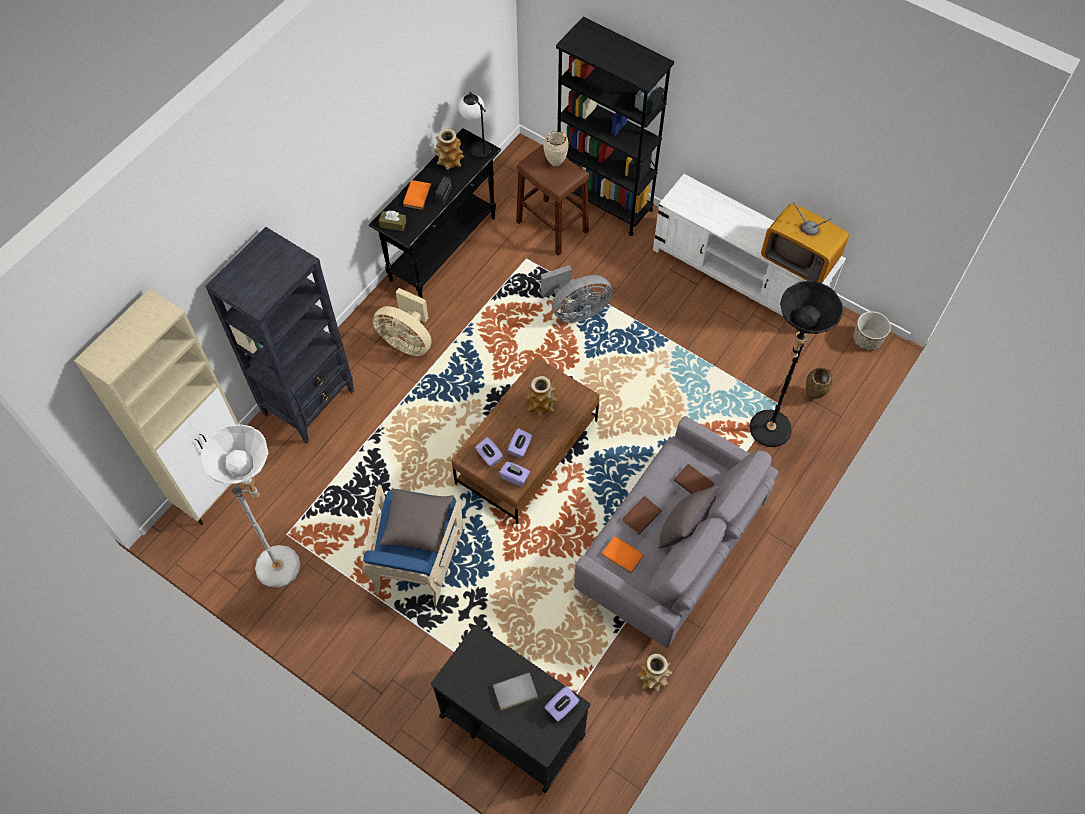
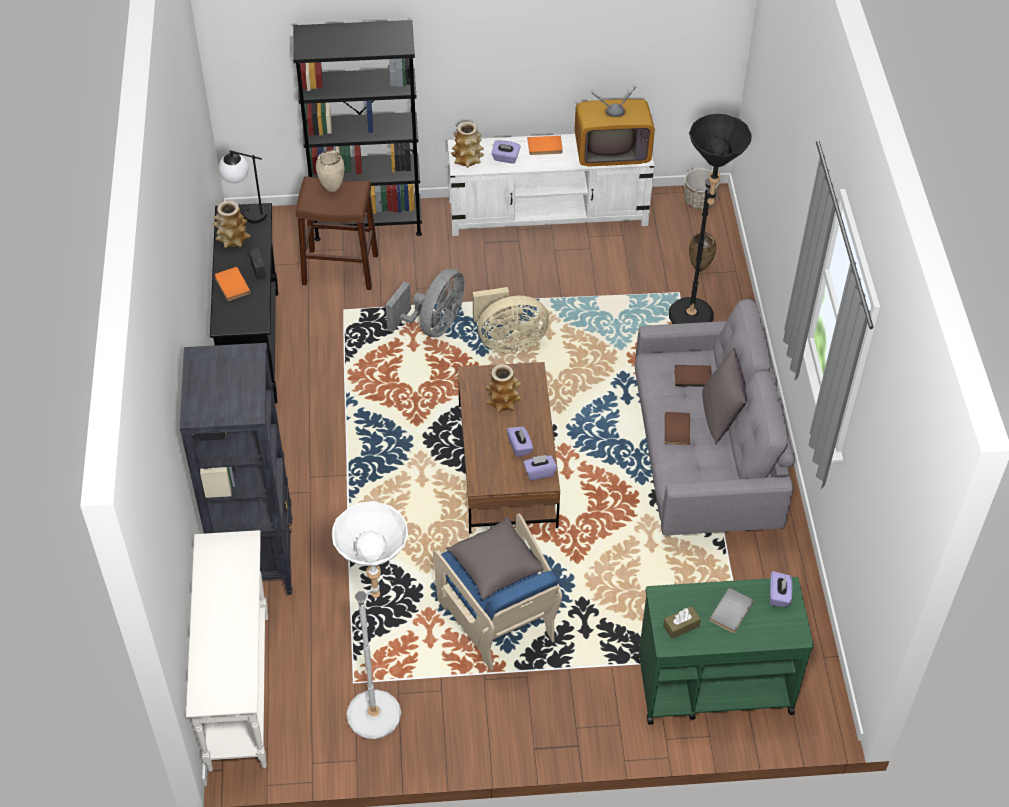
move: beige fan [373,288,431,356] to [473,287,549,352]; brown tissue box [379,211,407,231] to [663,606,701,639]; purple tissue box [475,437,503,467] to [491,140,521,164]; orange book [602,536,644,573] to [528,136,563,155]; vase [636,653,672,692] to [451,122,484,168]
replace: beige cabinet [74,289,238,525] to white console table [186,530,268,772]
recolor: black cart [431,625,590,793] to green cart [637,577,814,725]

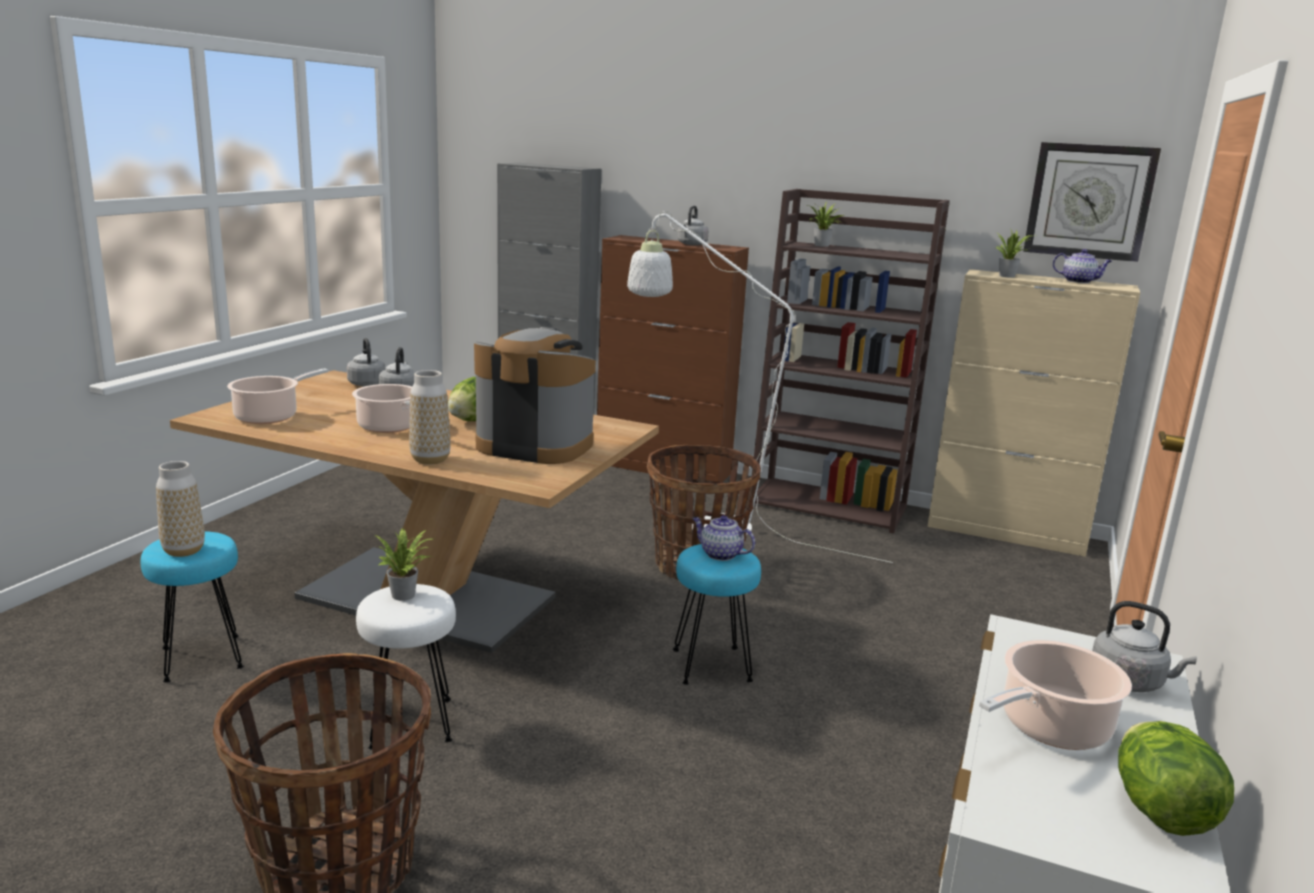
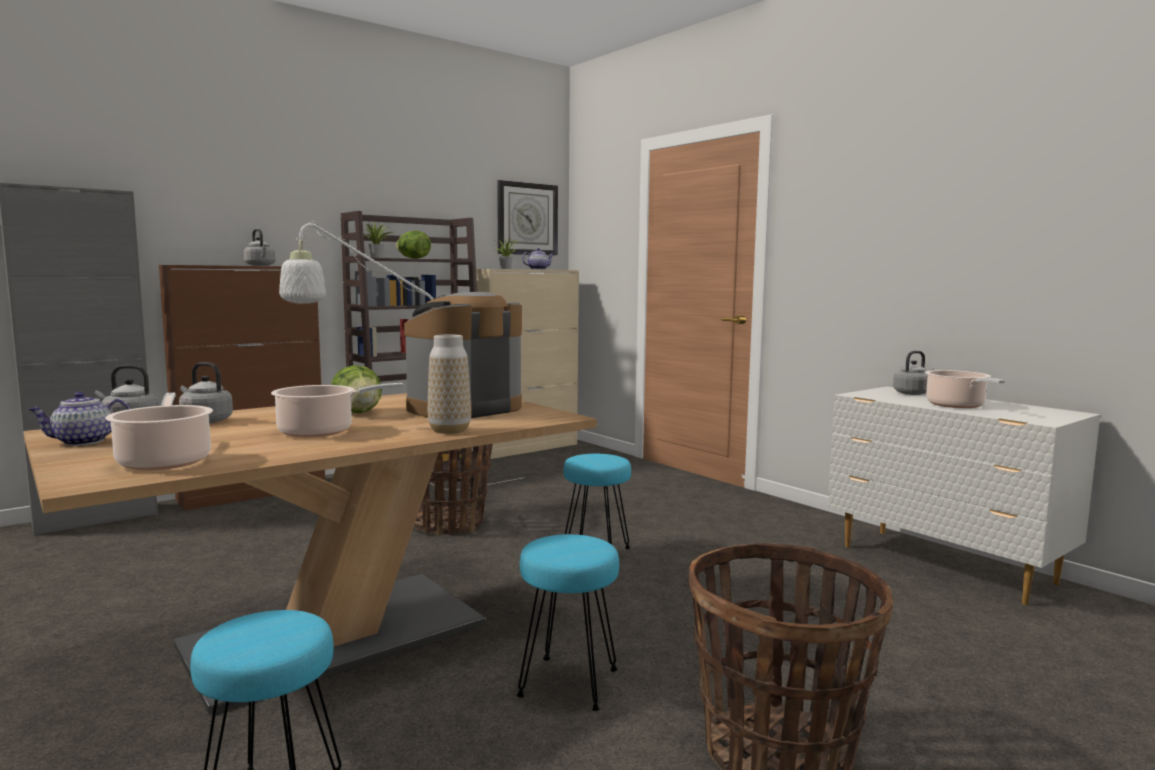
delete: vase [156,461,205,557]; potted plant [375,529,432,601]
move: teapot [692,515,755,561] to [28,392,130,446]; lettuce [1118,721,1234,836] to [396,231,431,259]
recolor: white stool [356,584,456,750] to turquoise stool [517,534,619,711]

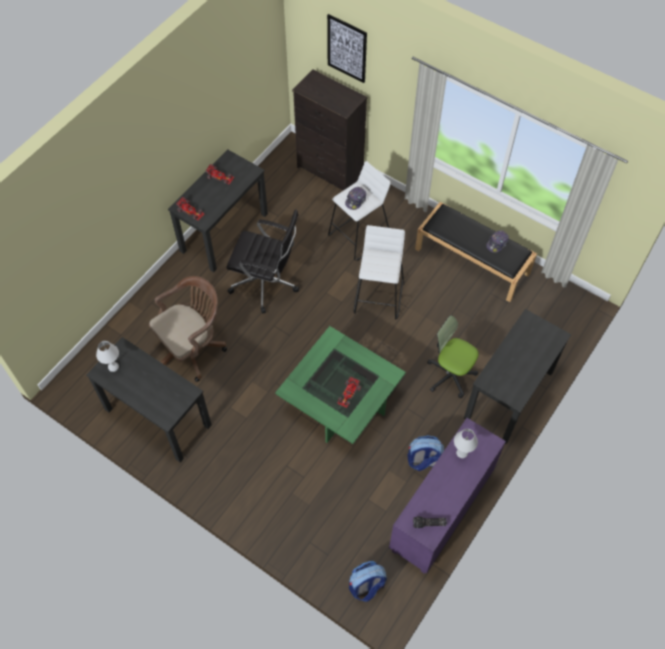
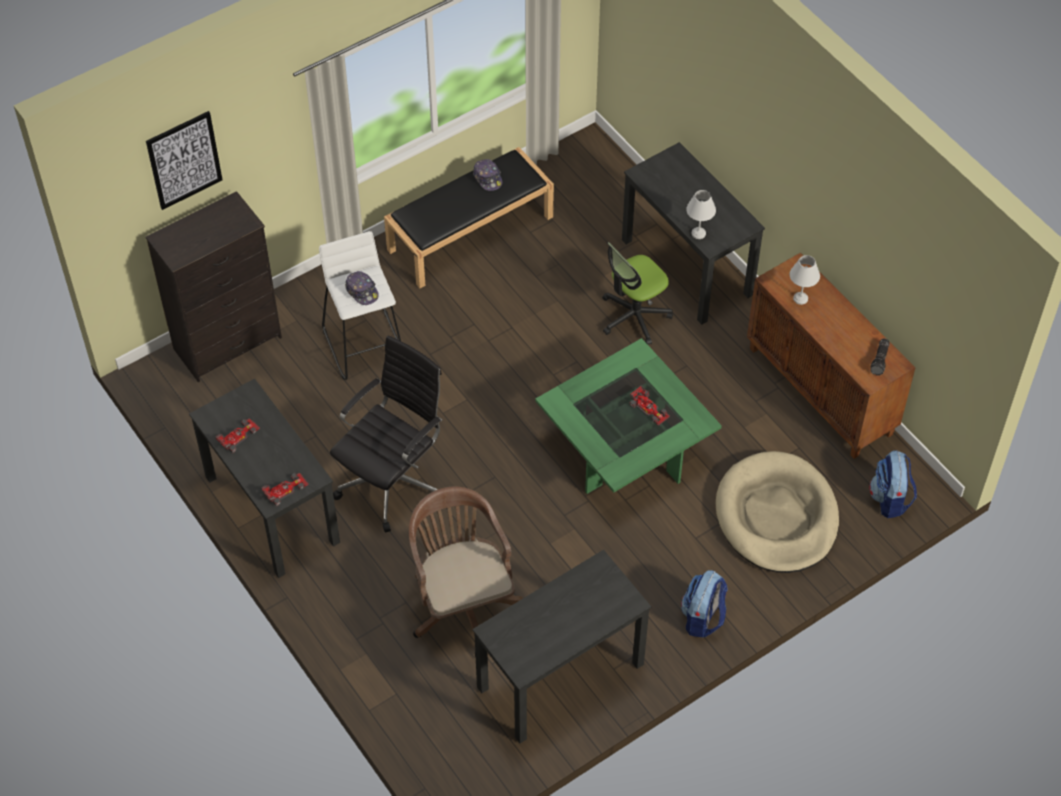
delete: white stool [353,225,405,319]
insert: beige dog bed [716,451,839,573]
move: white table lamp [96,341,119,372] to [686,190,716,239]; backpack [408,435,444,471] to [681,570,728,637]
recolor: purple cabinet [389,418,506,574] to brown cabinet [747,253,916,459]

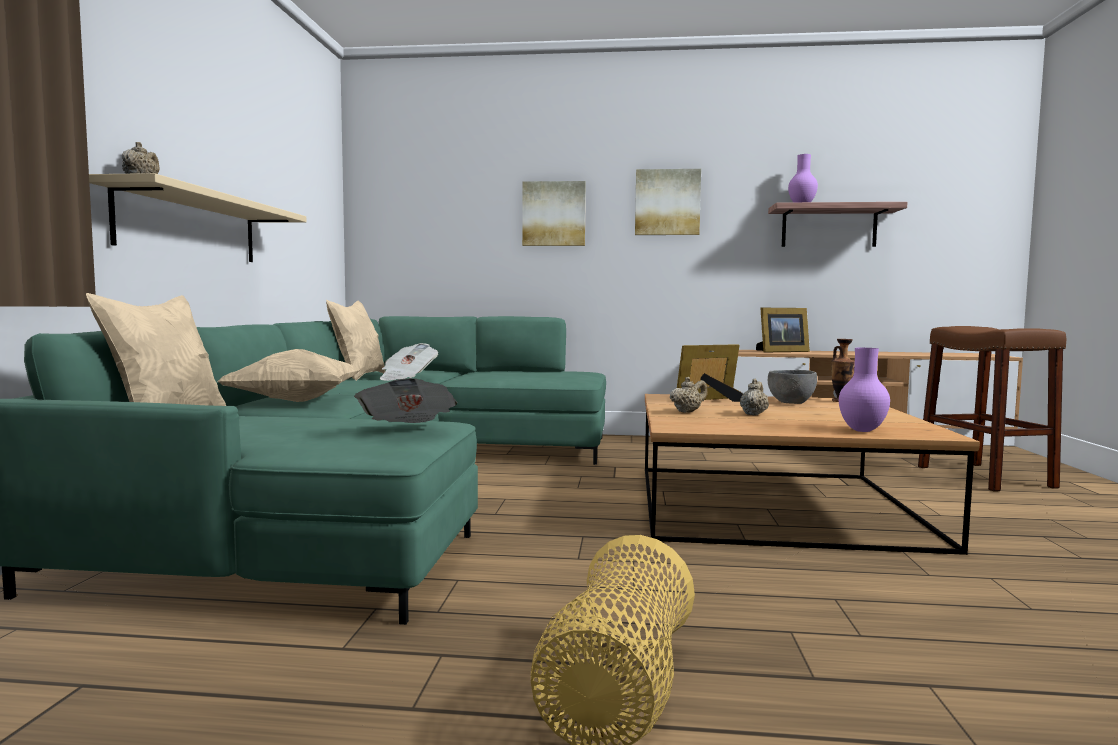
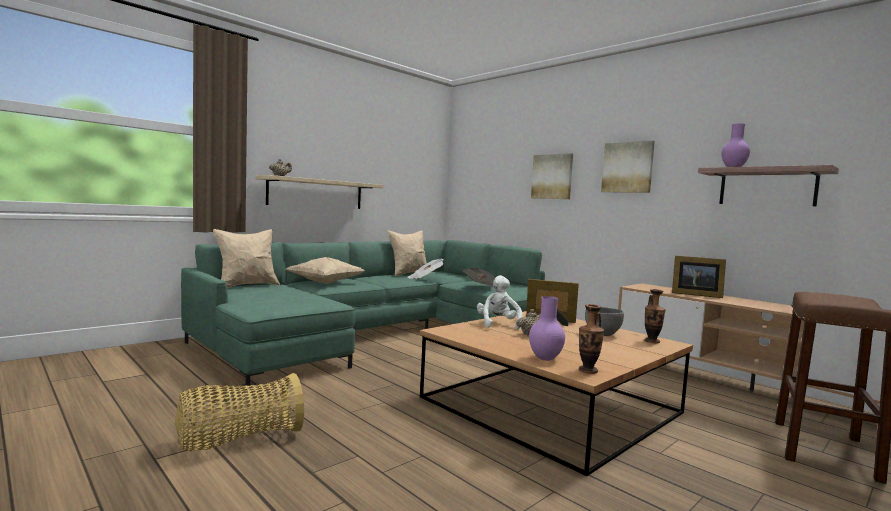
insert: vase [579,304,604,374]
move: newspaper [354,378,457,423] to [463,267,495,286]
replace: beige teapot [670,377,708,413] to white plush toy [477,275,522,330]

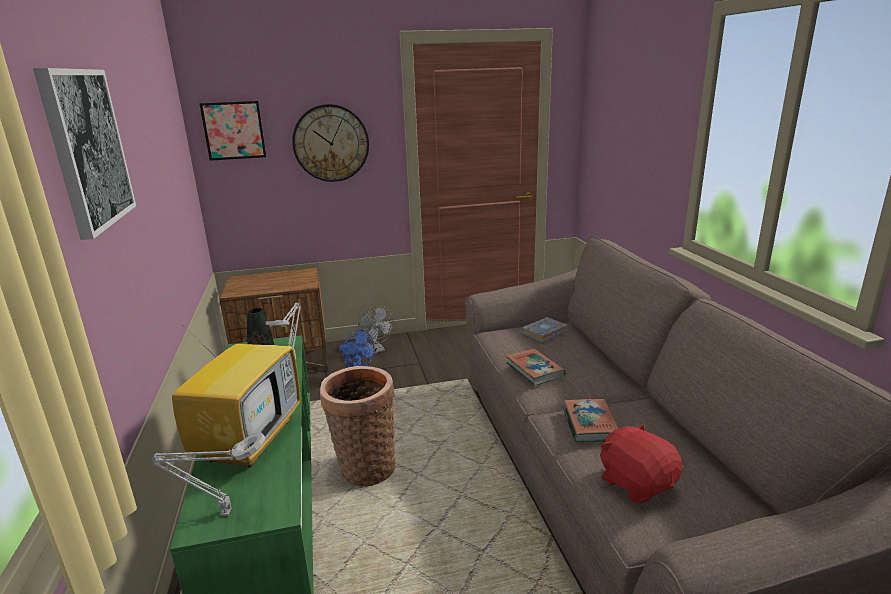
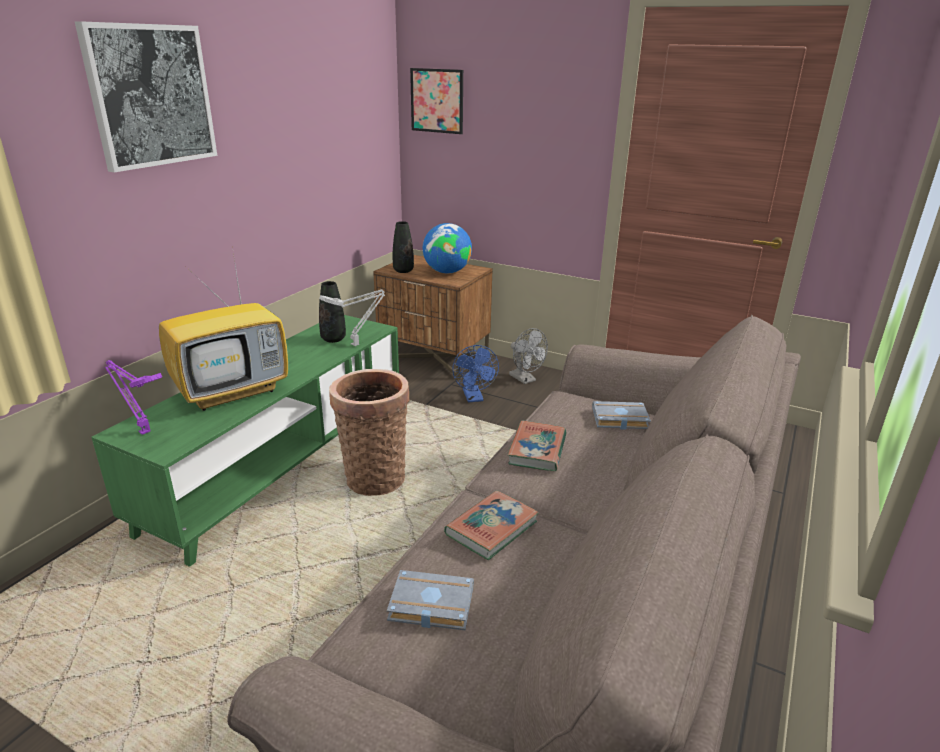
delete: wall clock [292,104,369,182]
insert: black vase [393,221,414,273]; globe [423,223,472,274]
replace: red plush toy [600,423,683,503] to grey book [387,570,474,630]
recolor: grey table lamp [151,432,265,516] to purple table lamp [105,360,162,435]
rotate: grey fan [358,306,394,354] = [509,328,548,384] 45 degrees counterclockwise

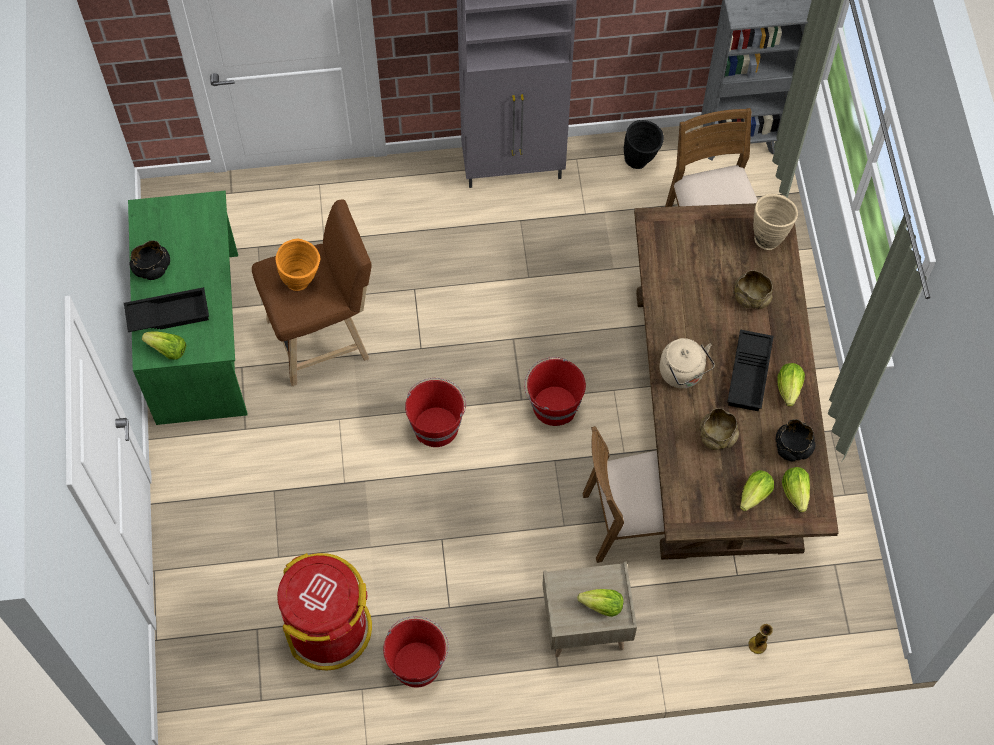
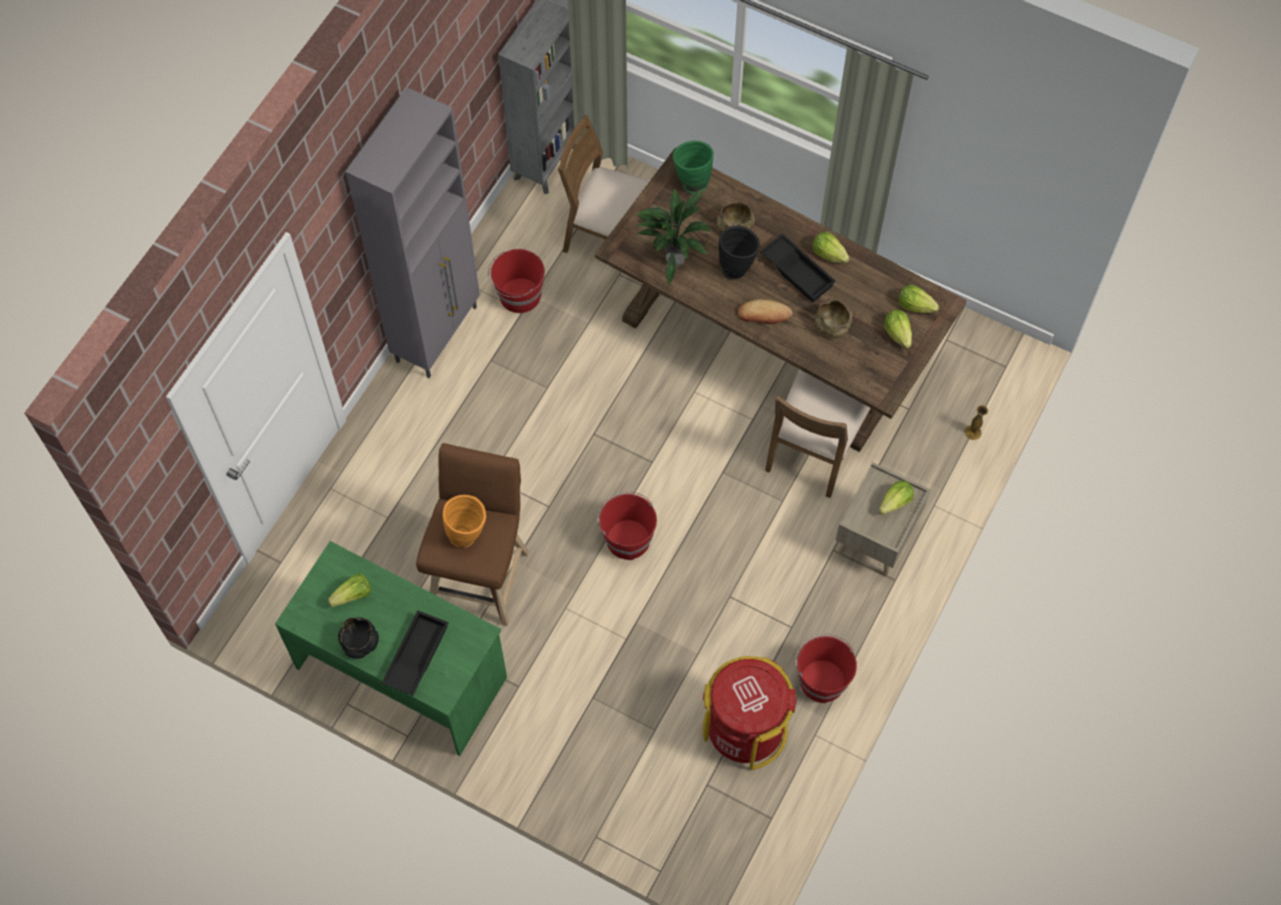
delete: black bowl [776,419,816,461]
insert: potted plant [636,188,711,285]
move: lettuce [142,331,186,360] to [328,573,371,608]; red bucket [524,357,586,426] to [488,249,545,313]; black vase [624,120,664,169] to [719,226,760,280]
replace: beige kettle [659,338,715,389] to bread [738,299,792,324]
recolor: beige vase [753,194,798,250] to green vase [673,141,714,194]

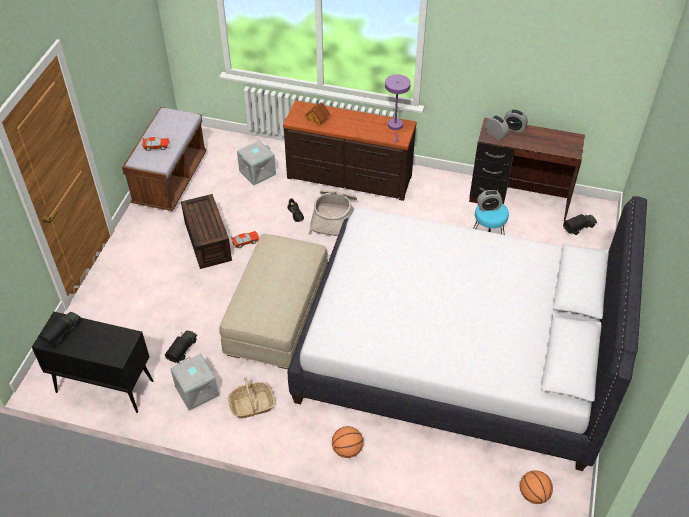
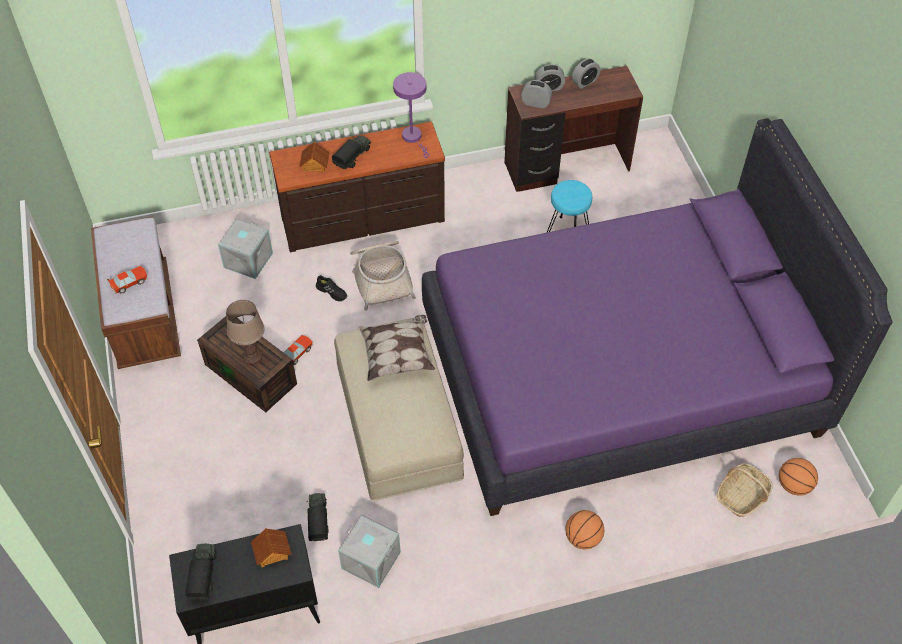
insert: brown table lamp [226,300,265,365]; toy house [251,528,292,567]; pillow [358,315,435,381]
move: basket [228,377,275,419] to [717,463,773,517]; alarm clock [477,190,502,211] to [572,58,600,89]; toy truck [563,213,597,235] to [332,135,371,169]
recolor: white bed [288,196,647,471] to purple bed [422,118,892,516]

